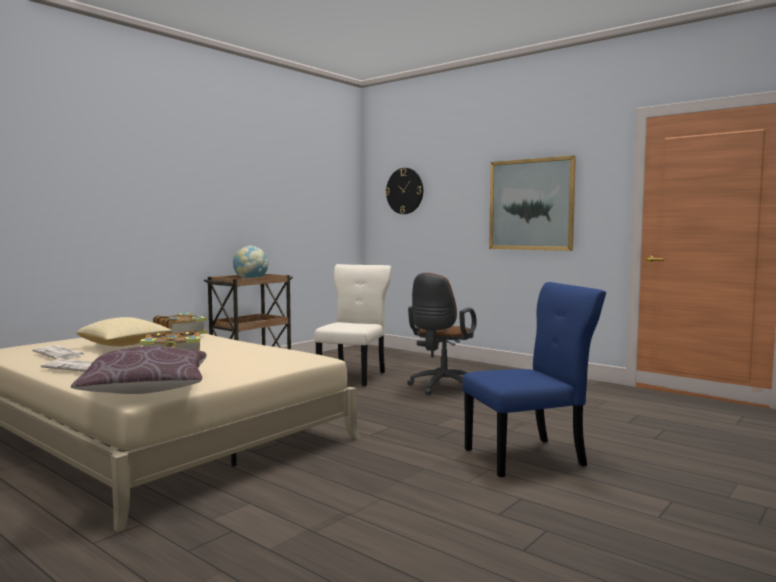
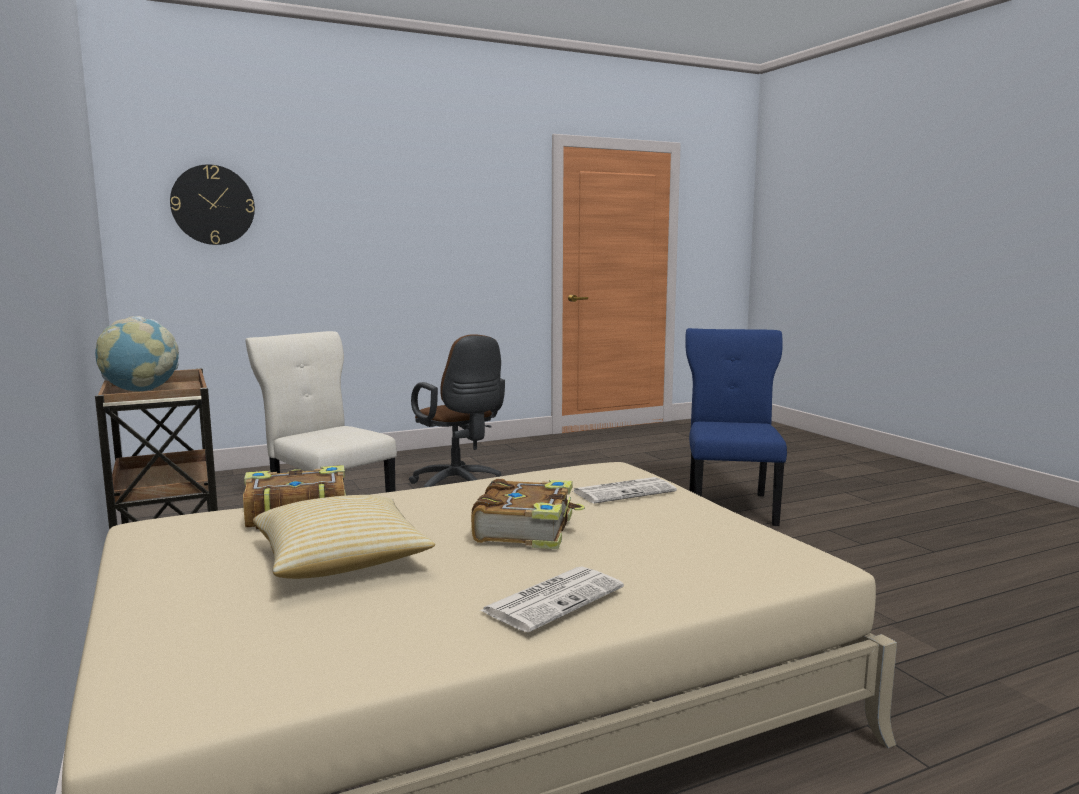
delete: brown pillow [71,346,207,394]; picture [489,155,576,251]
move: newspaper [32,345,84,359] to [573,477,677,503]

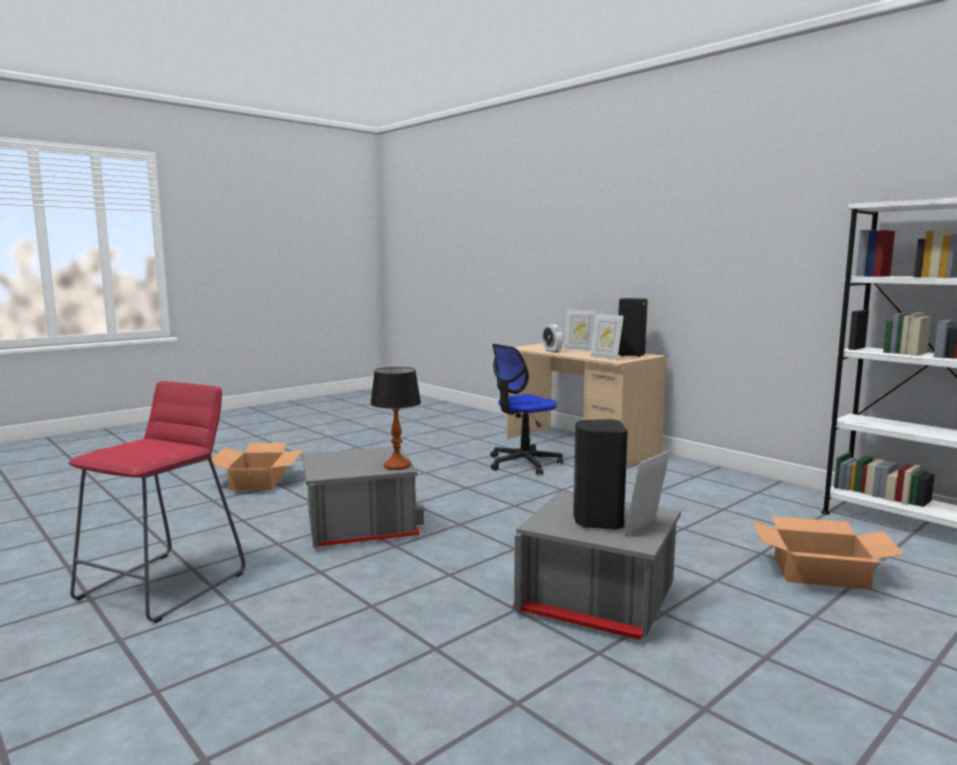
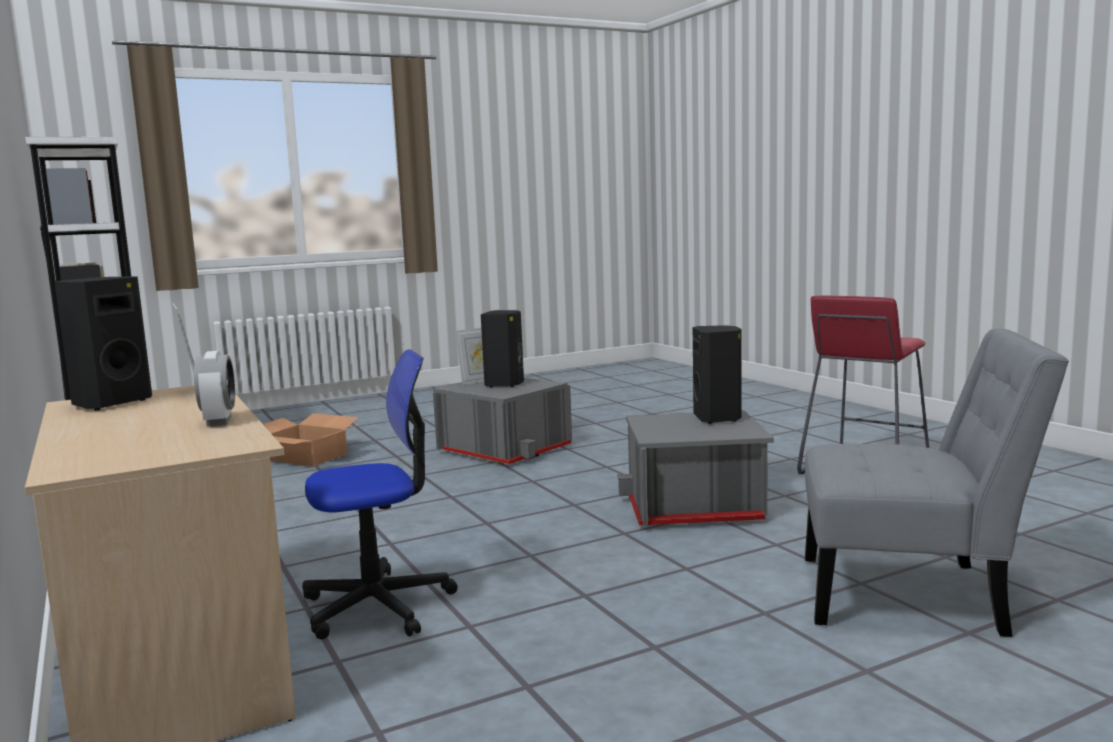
delete: table lamp [370,367,421,470]; picture frame [563,310,597,351]
insert: black speaker [693,325,742,424]
replace: cardboard box [206,443,303,490] to grey chair [805,328,1069,637]

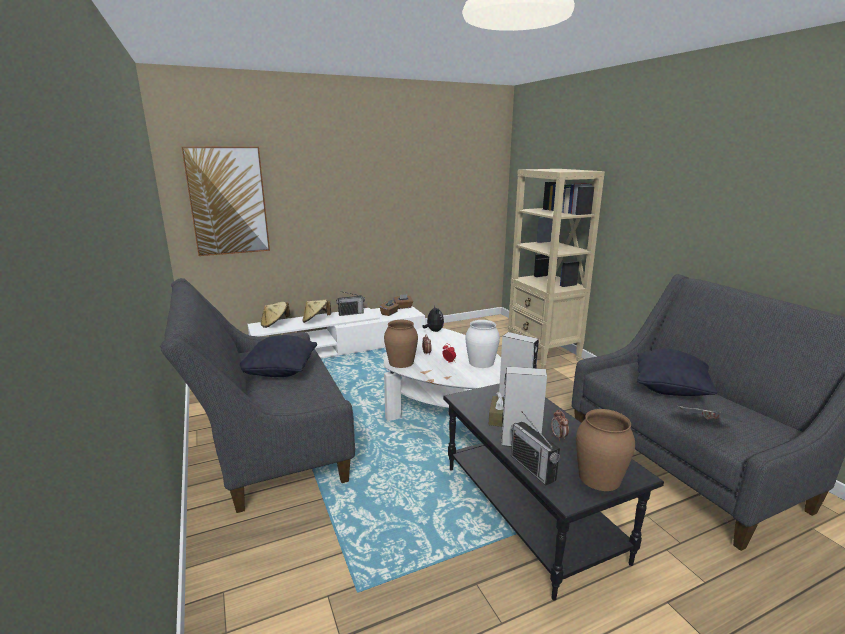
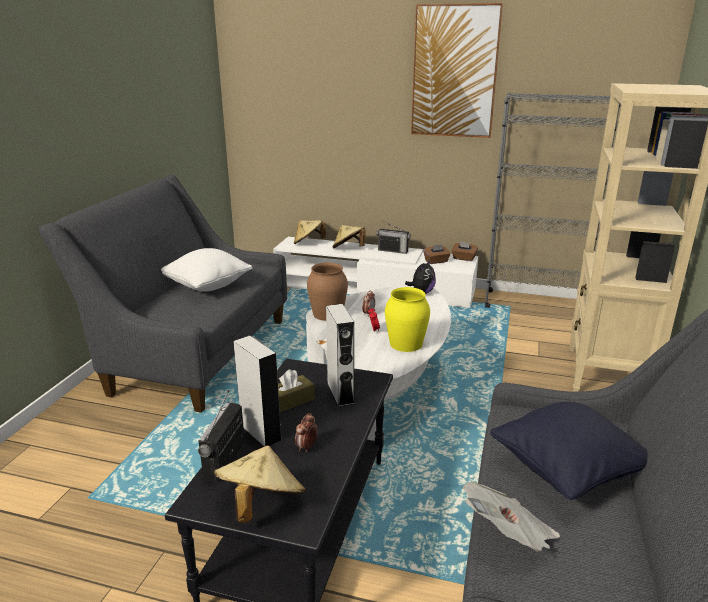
insert: grey bookcase [485,92,621,308]
move: picture [181,147,270,256] to [411,3,503,138]
replace: brown vase [576,409,635,491] to beige hat [214,445,305,523]
recolor: black pillow [240,335,317,377] to white pillow [161,248,252,292]; white vase [465,320,500,368] to yellow vase [385,287,430,352]

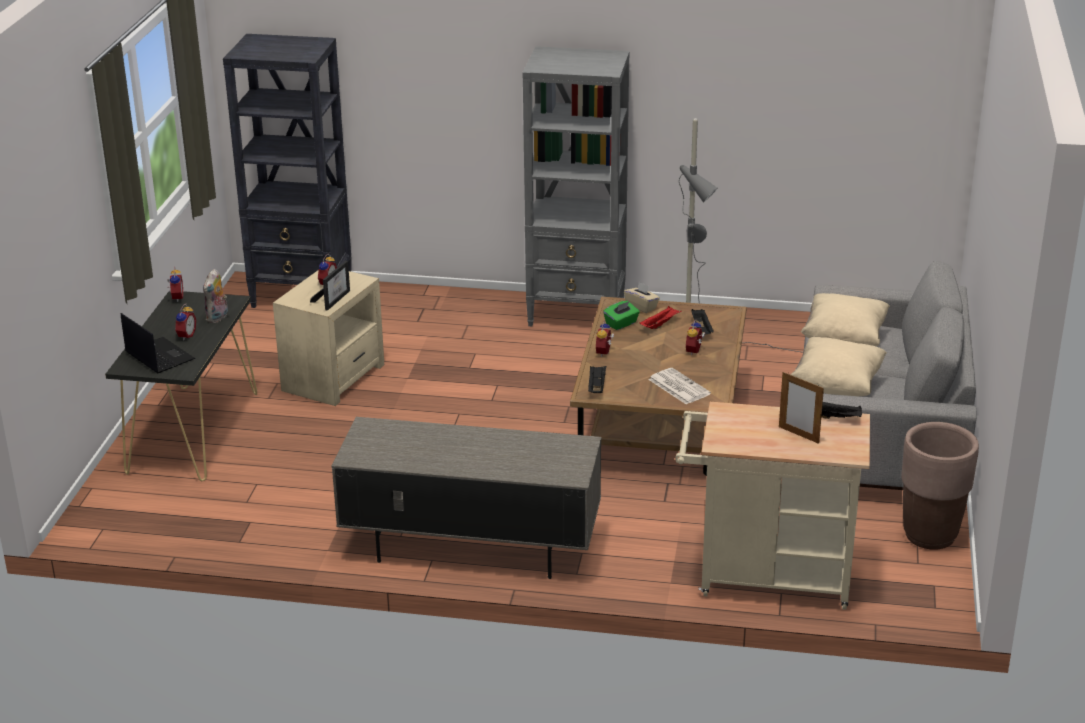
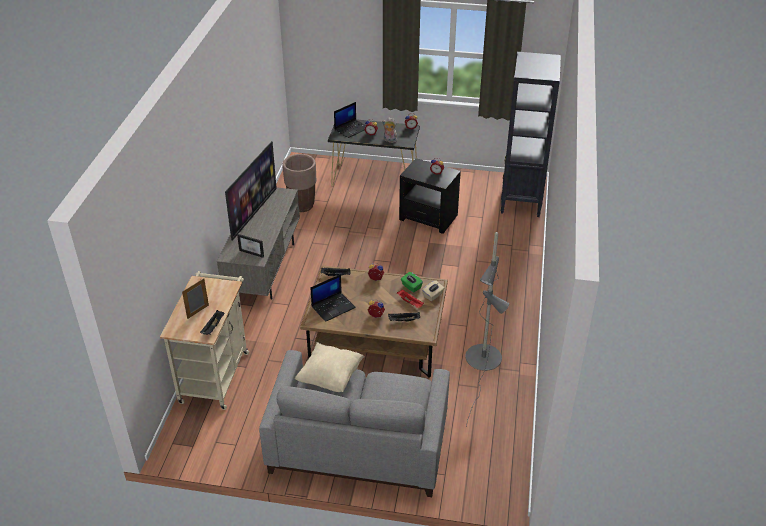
delete: grey bookcase [522,46,630,326]; beige pillow [801,293,890,346]
insert: television [225,141,277,241]
move: picture frame [310,261,350,311] to [237,234,264,258]; brown planter [901,422,979,550] to [282,154,316,212]
replace: newspaper [648,368,711,404] to laptop [311,274,356,322]
recolor: beige side table [273,271,384,406] to black side table [399,158,461,234]

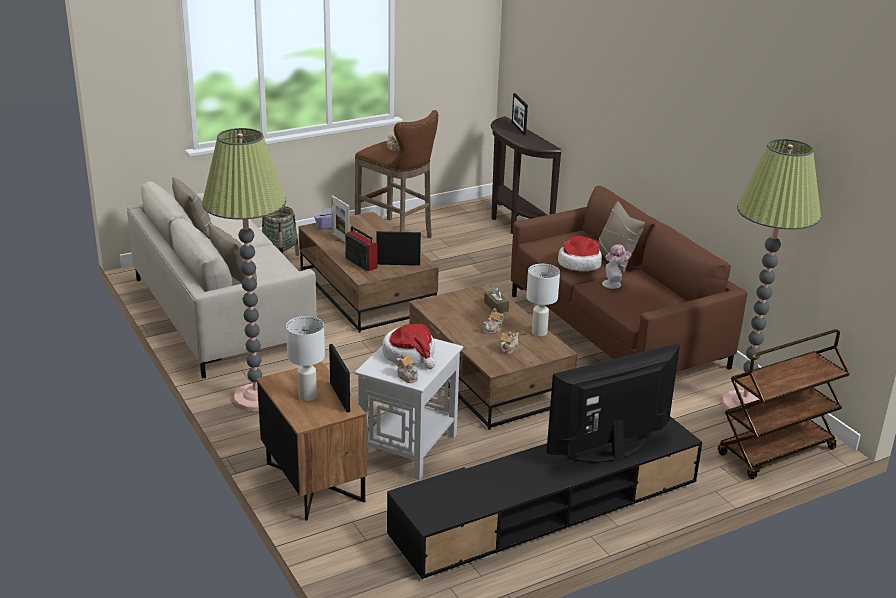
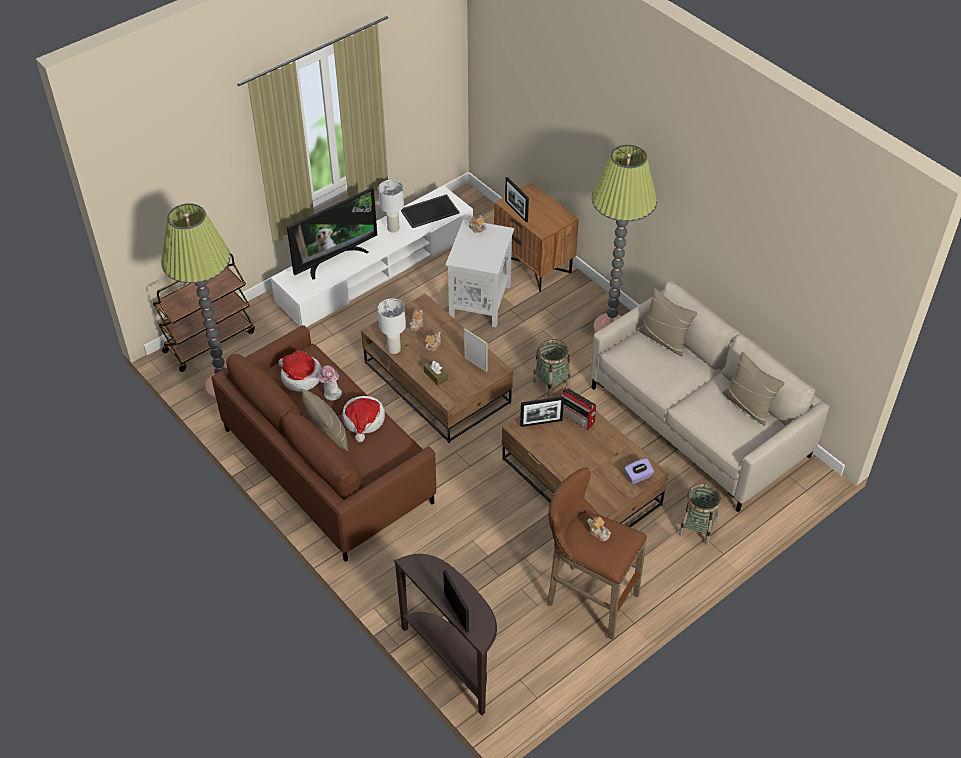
insert: tray [401,194,460,228]; basket [532,339,570,397]
move: white table lamp [286,316,325,401] to [379,180,404,233]; picture frame [331,195,350,242] to [464,329,488,372]; hat [382,324,435,369] to [278,351,322,392]
recolor: black tv stand [387,416,702,581] to white tv stand [271,185,473,327]

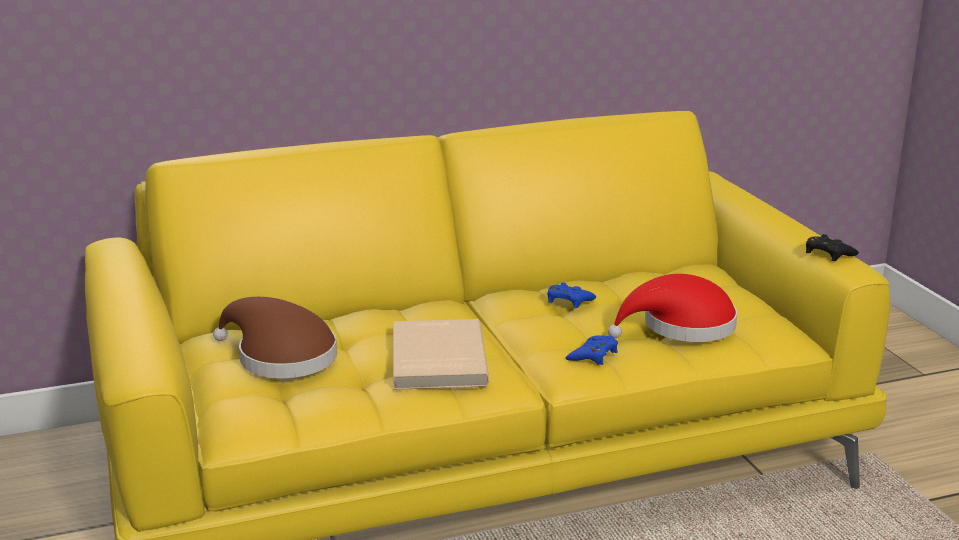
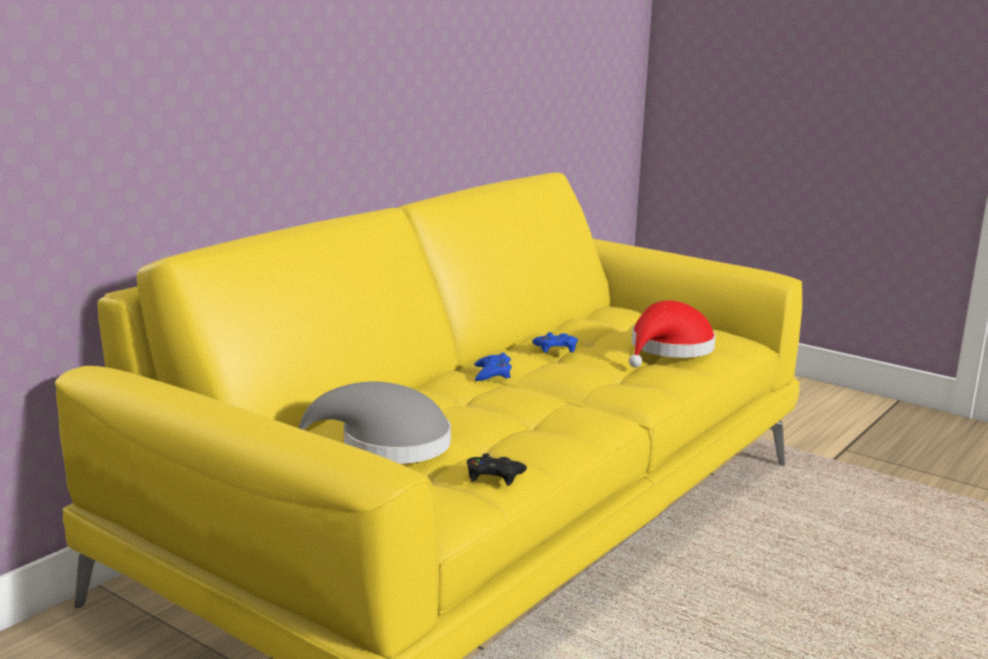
delete: beige book [393,319,489,390]
move: blue game controller [566,335,618,365] to [474,353,512,381]; black game controller [806,234,859,261] to [467,453,527,486]
recolor: brown hat [213,297,337,378] to grey hat [299,381,451,464]

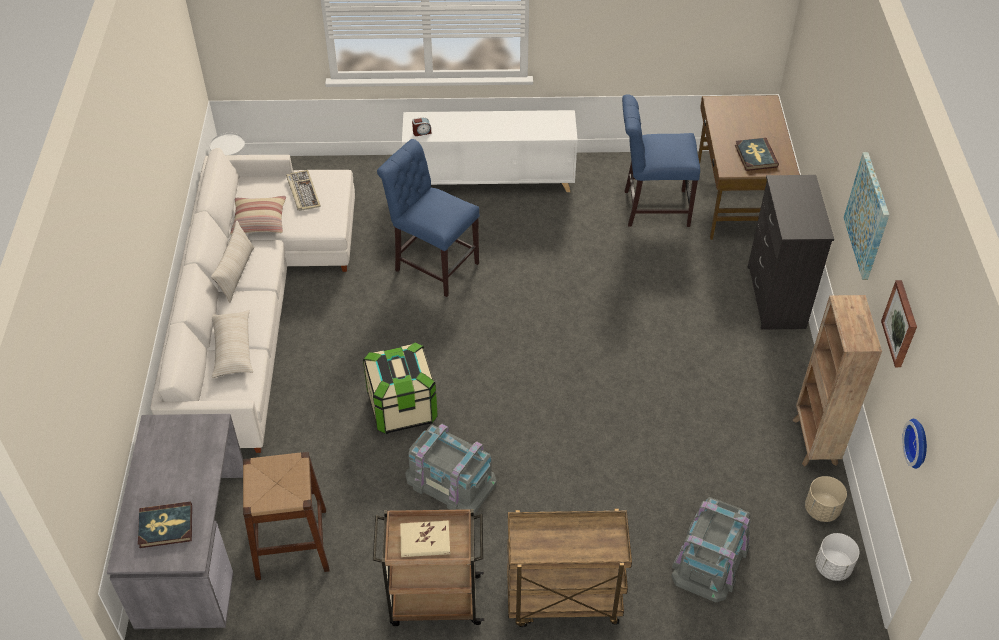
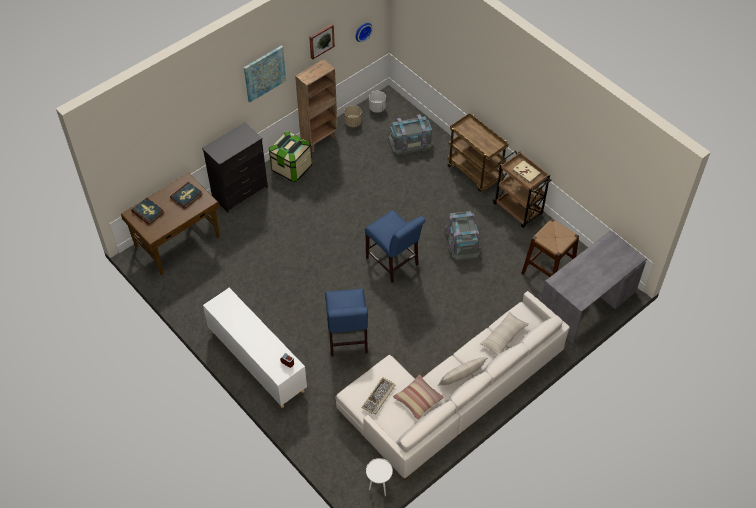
move: book [138,501,192,548] to [131,198,164,225]; storage box [363,342,438,434] to [269,131,312,182]; blue chair [622,94,700,227] to [365,210,426,283]

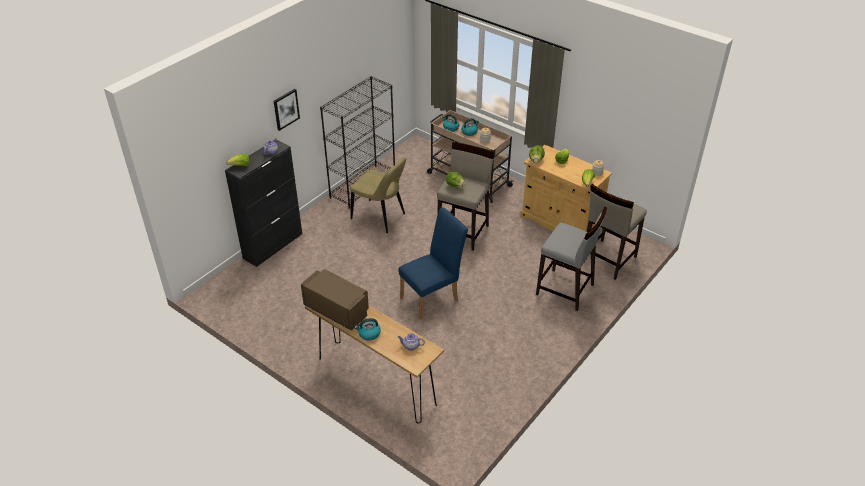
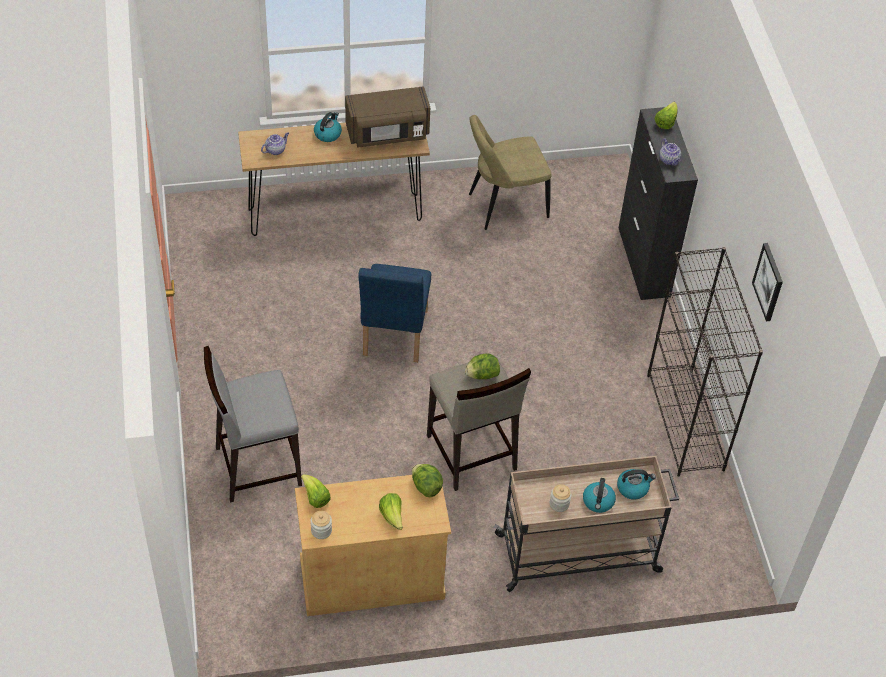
delete: beige stool [586,184,647,280]
move: picture [274,89,300,131] to [752,243,783,322]; beige chair [350,157,406,233] to [469,115,551,230]

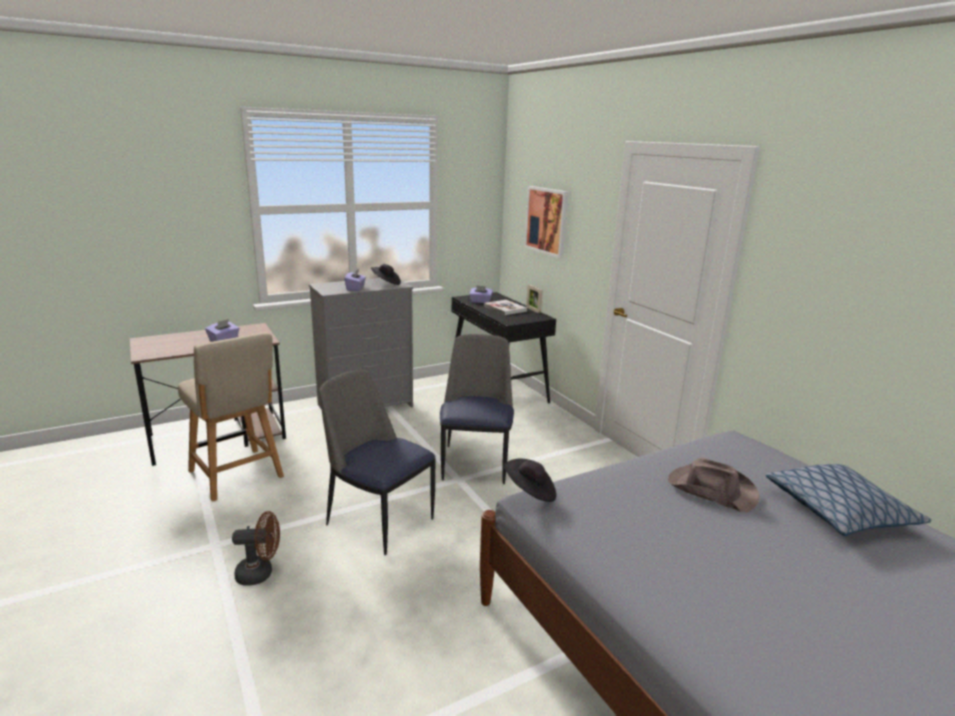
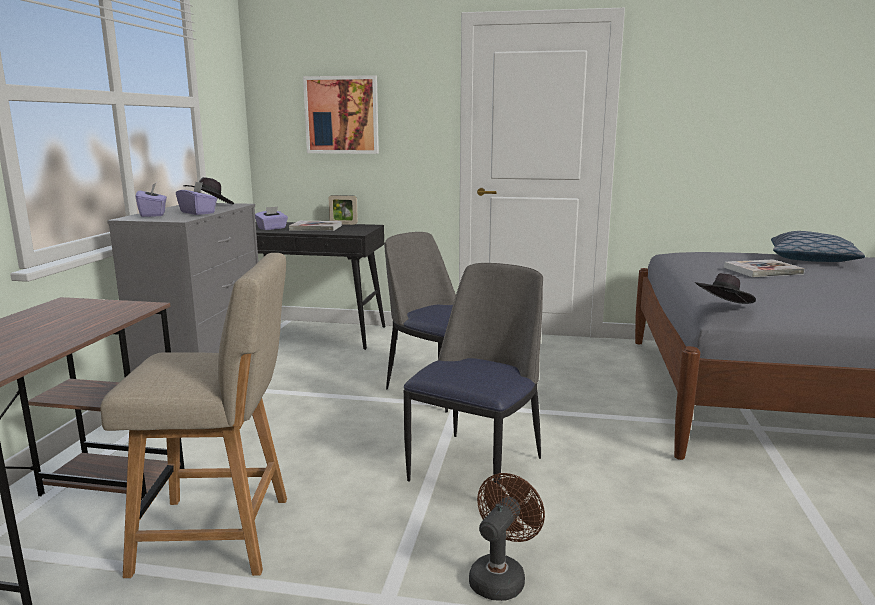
move: purple tissue box [205,319,239,342] to [136,183,167,217]
replace: brown hat [668,457,759,512] to book [724,259,805,277]
rotate: chair [319,370,436,555] = [404,263,543,484] 135 degrees clockwise

